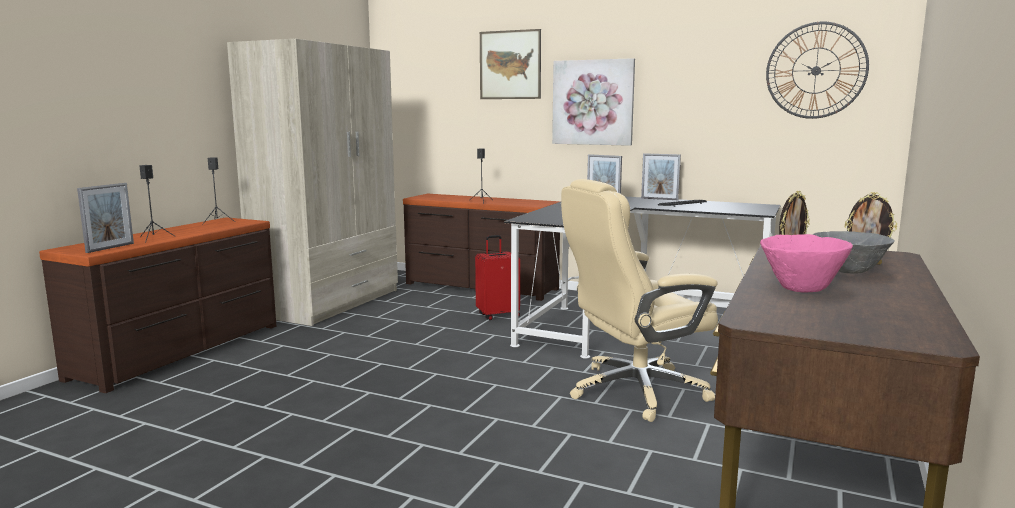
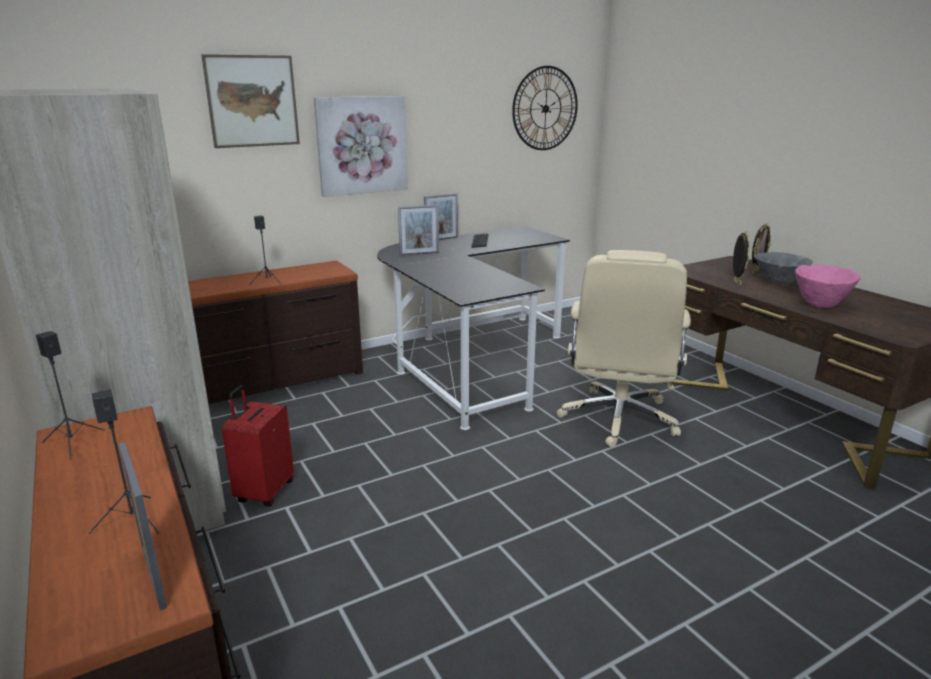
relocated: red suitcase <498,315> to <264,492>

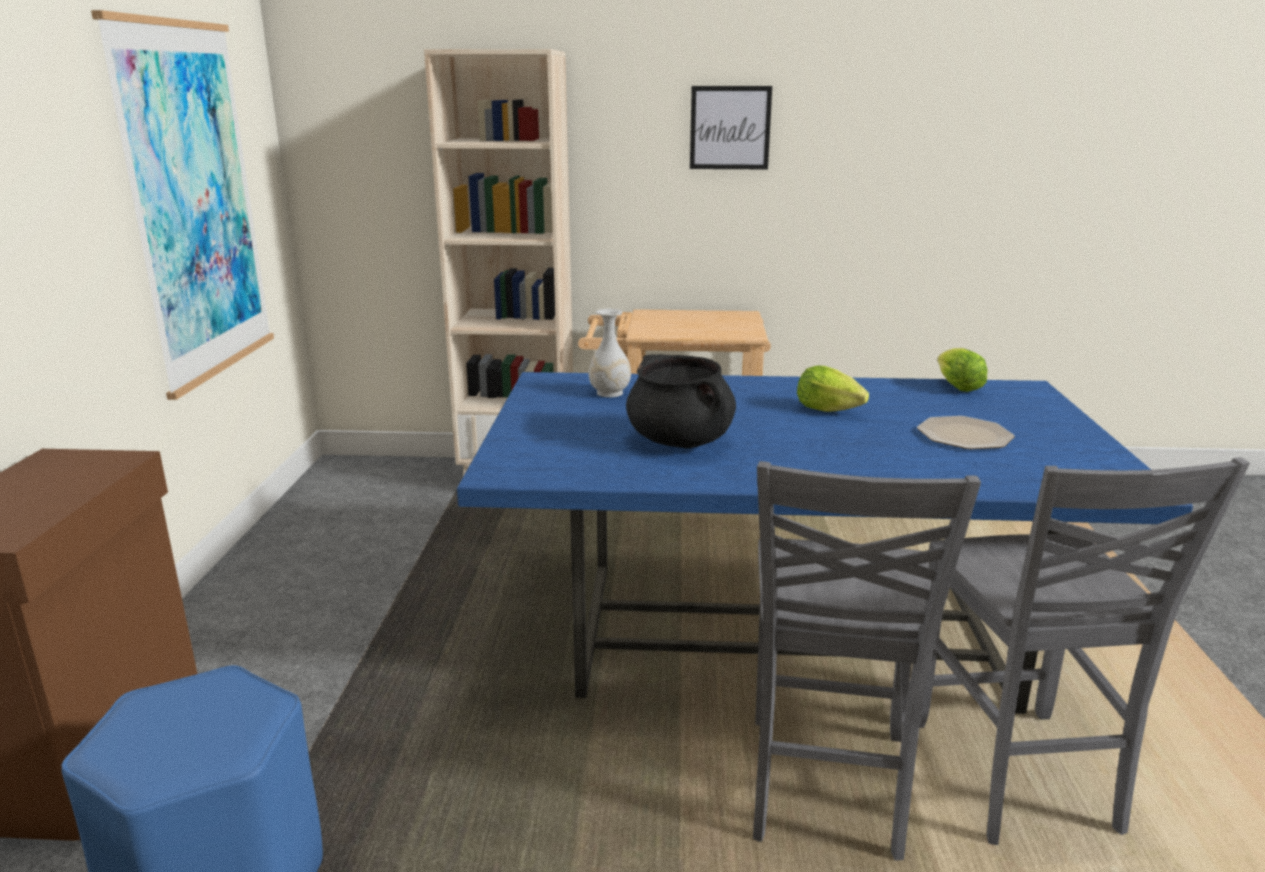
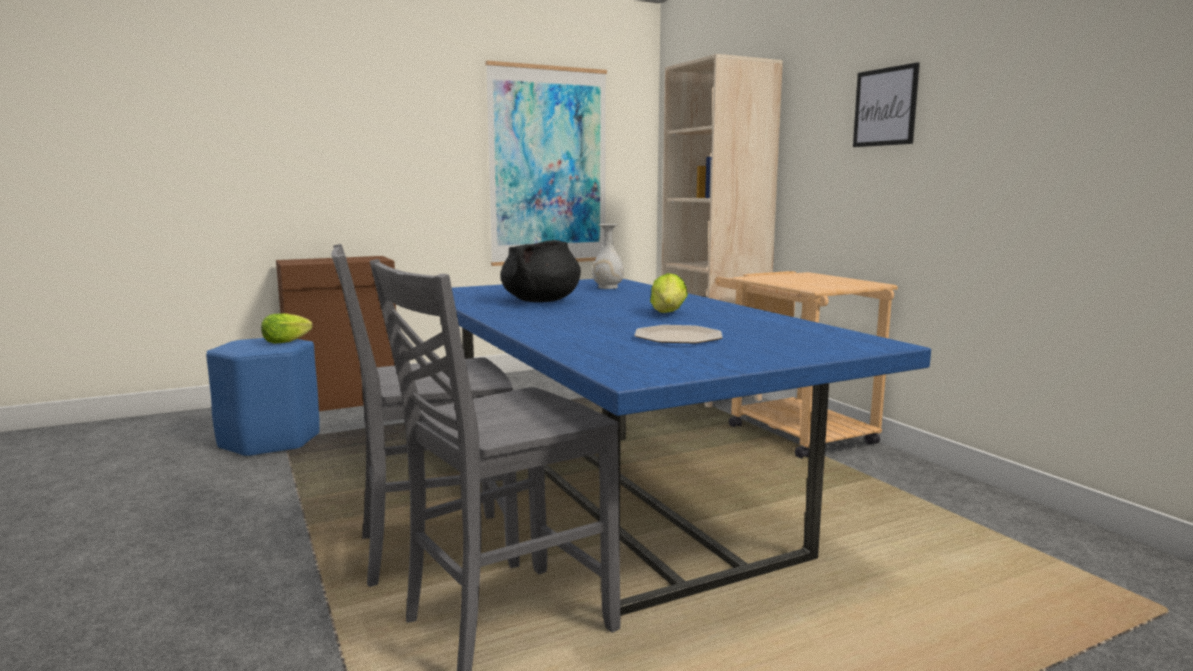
relocated: lettuce <957,387> to <285,342>

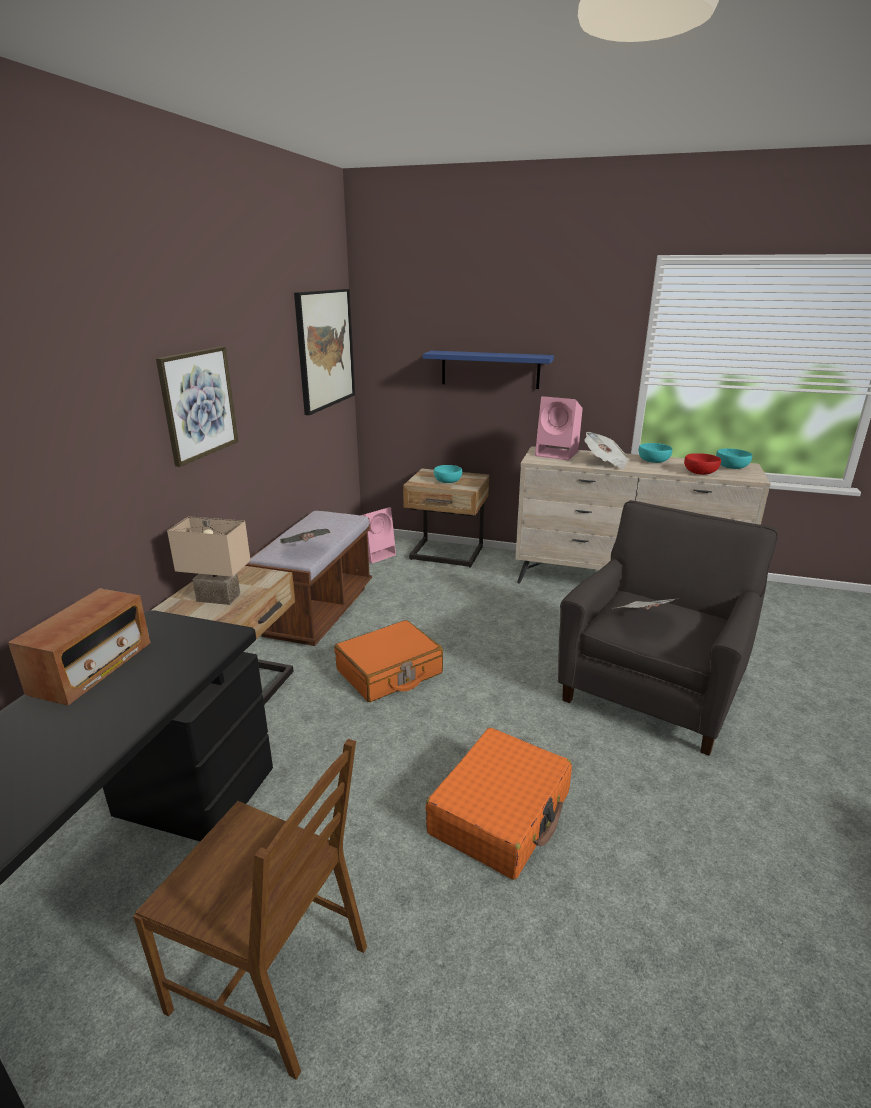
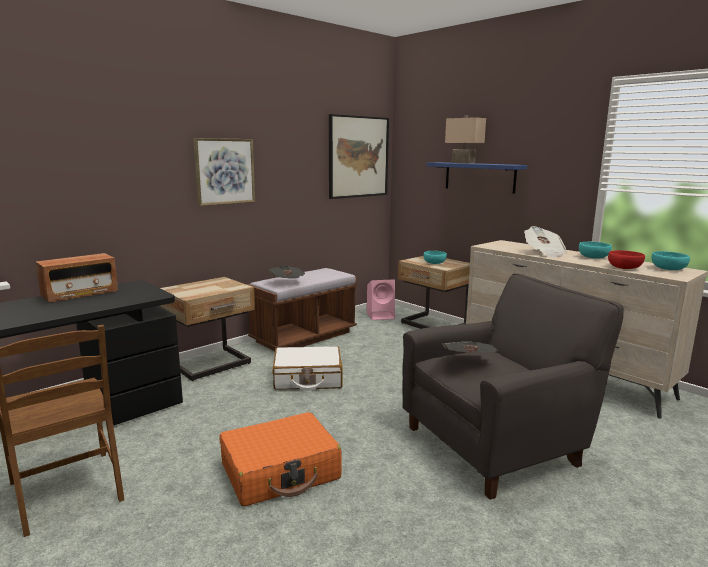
missing: pink speaker <558,454>
relocated: beige table lamp <217,598> to <462,163>
colour: orange suitcase <389,672> to white suitcase <307,378>

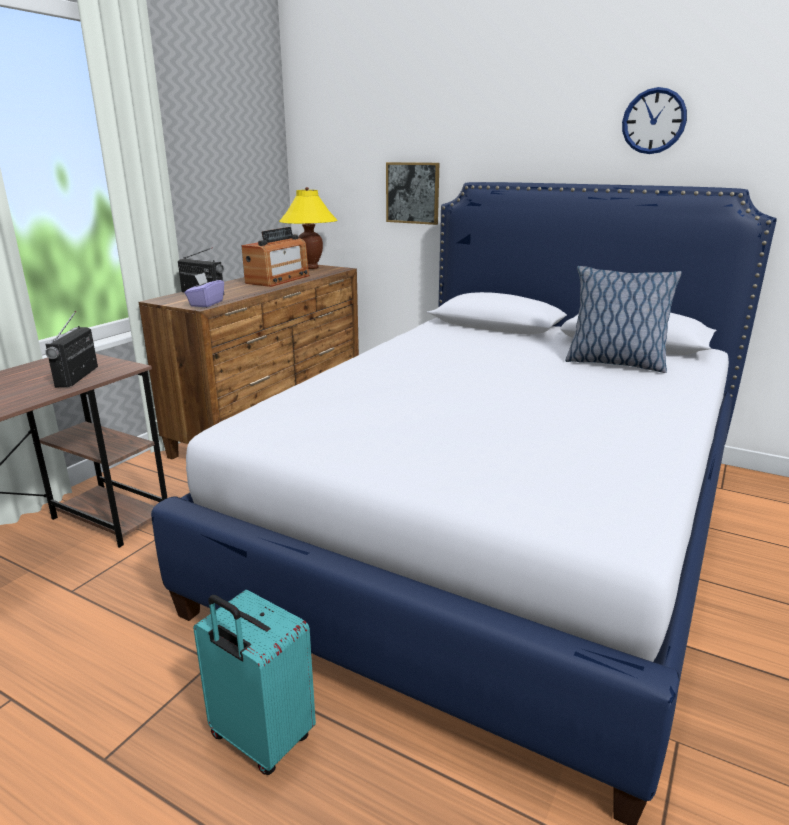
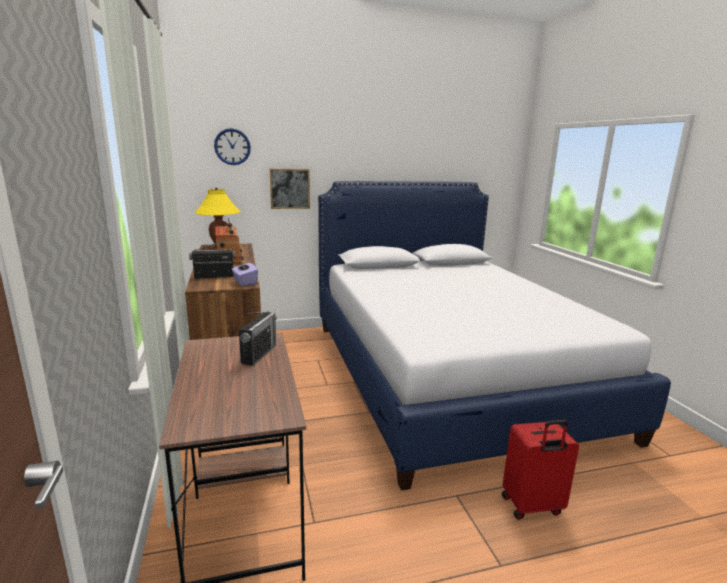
missing: pillow <614,363>
relocated: wall clock <654,121> to <232,146>
colour: turquoise suitcase <260,739> to red suitcase <532,506>
spun: radio <77,377> = <259,354> 120 degrees counterclockwise

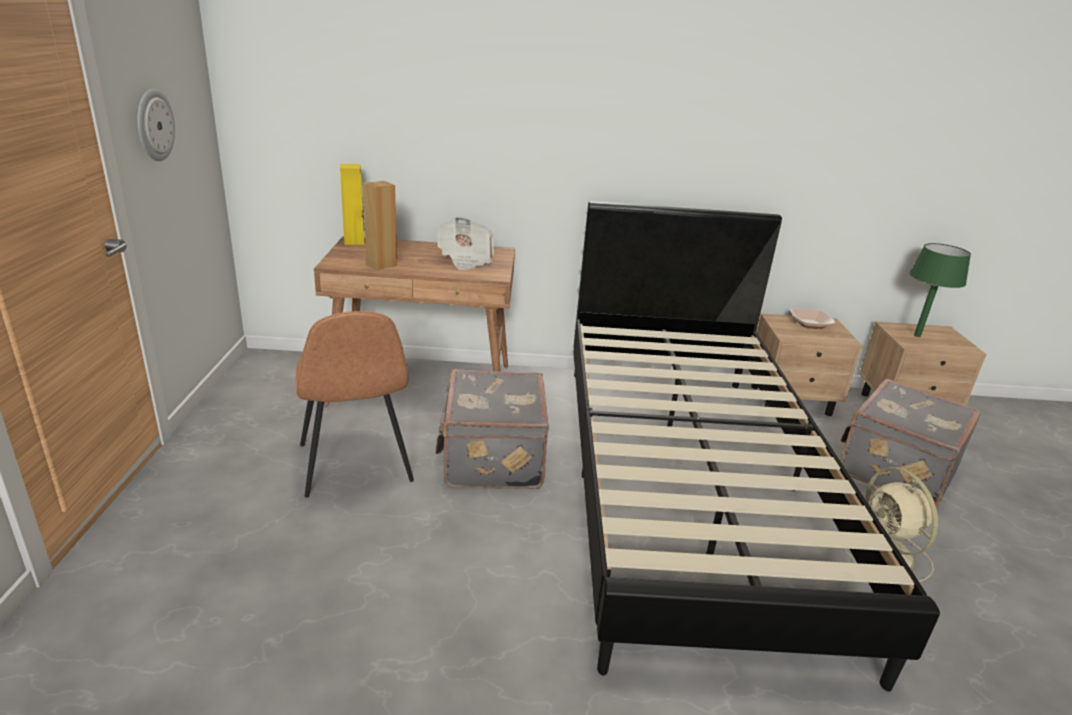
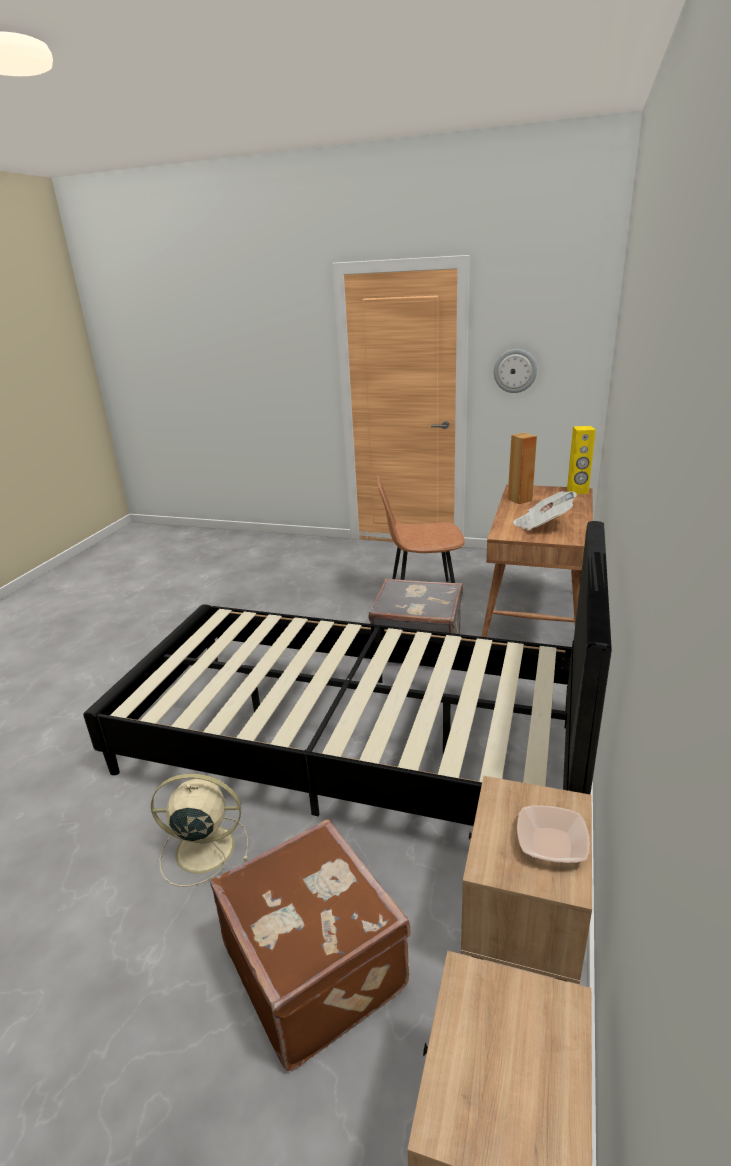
missing: green table lamp <917,335>
colour: grey suitcase <894,470> to brown suitcase <317,965>

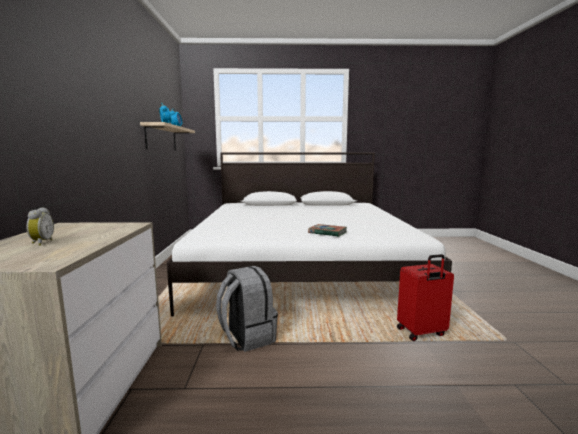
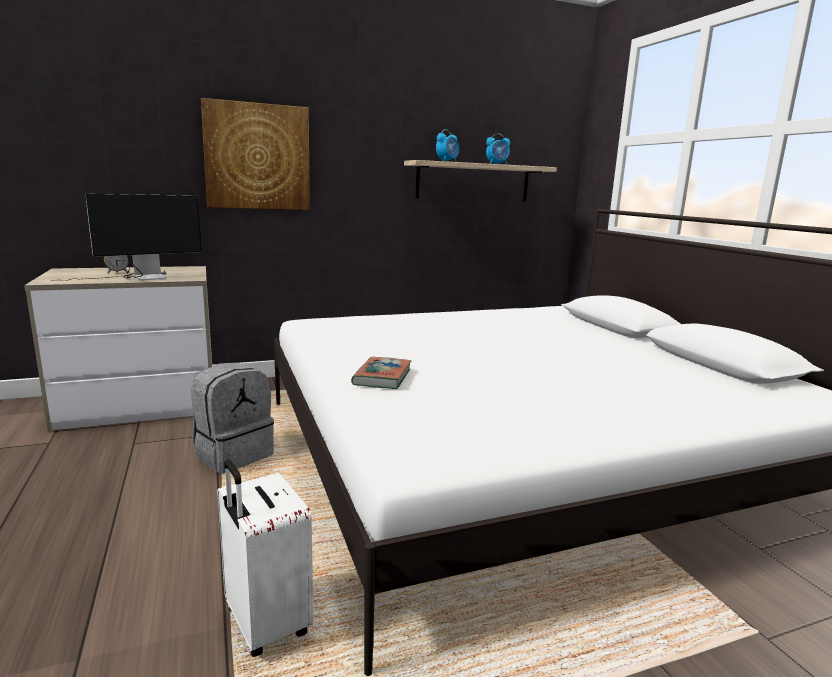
appeared: monitor <138,278>; picture <257,157>
colour: red suitcase <421,333> to white suitcase <264,624>

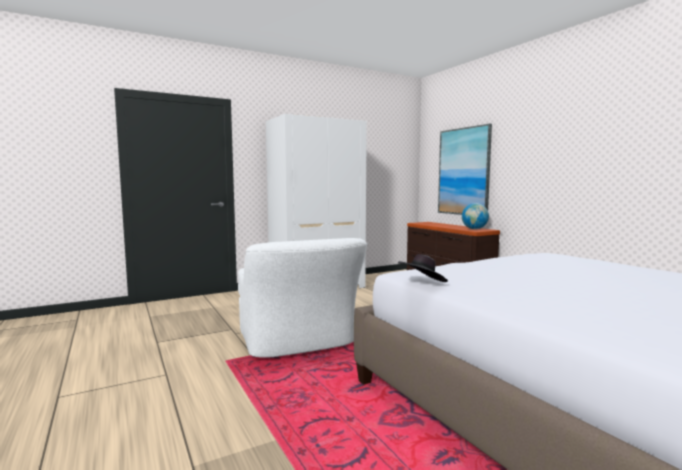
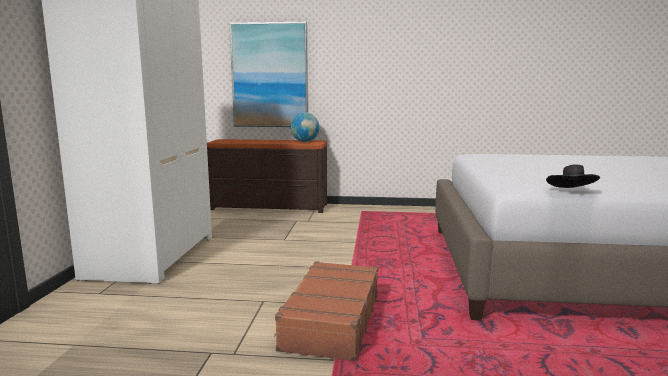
exchanged: white armchair <298,342> to brown suitcase <331,321>

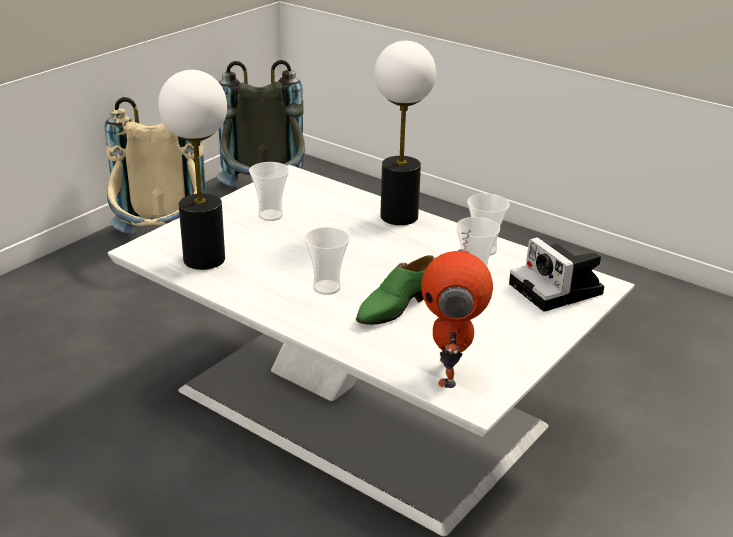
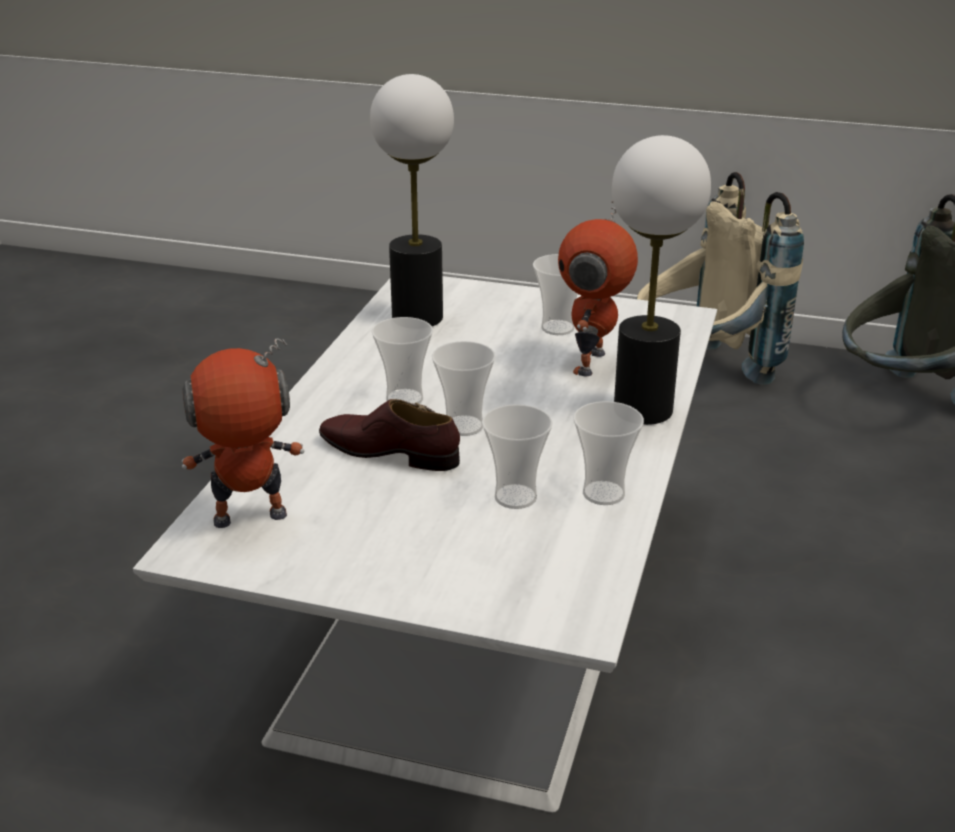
missing: photo camera <558,290>
appeared: cup <464,426>; toy robot <592,363>
colour: green shoe <395,306> to brown shoe <389,452>

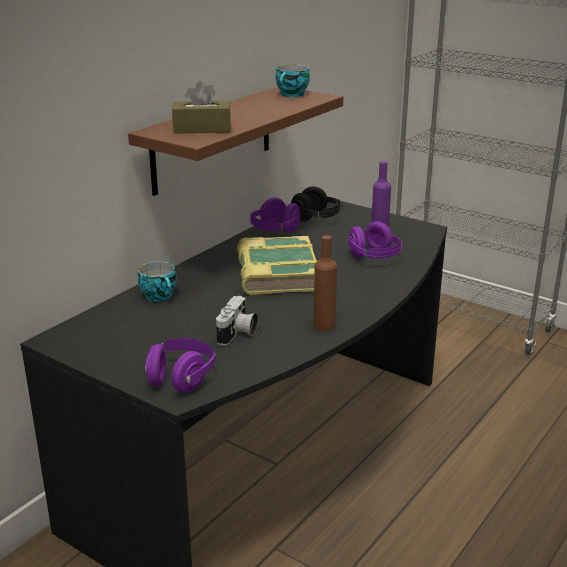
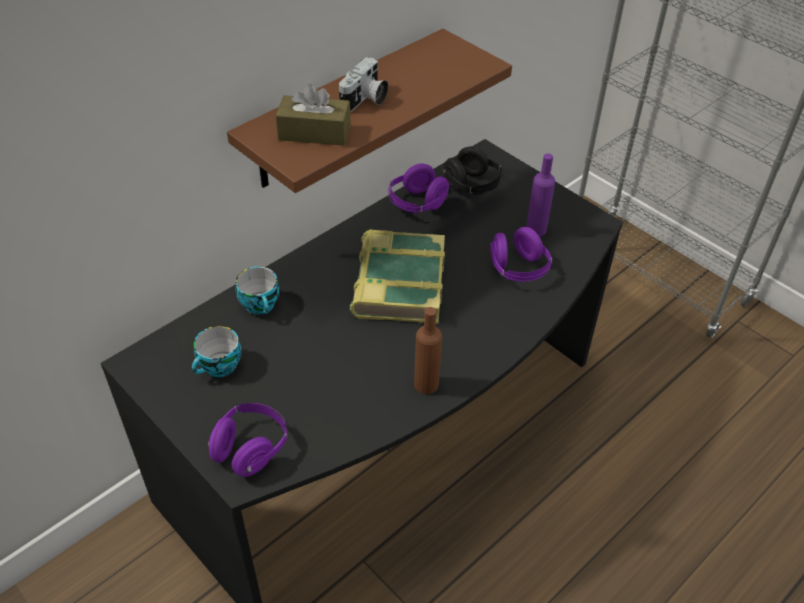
relocated: cup <292,95> to <219,367>; photo camera <238,334> to <365,100>

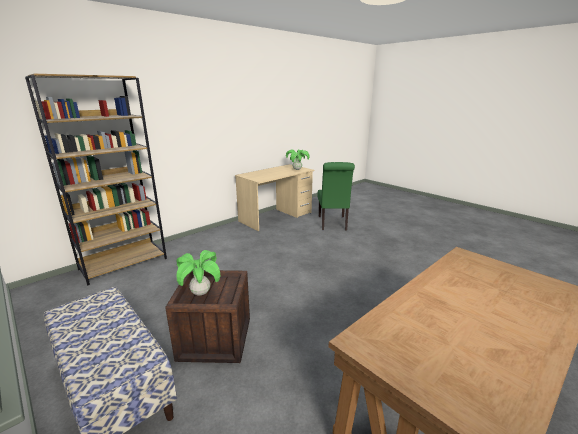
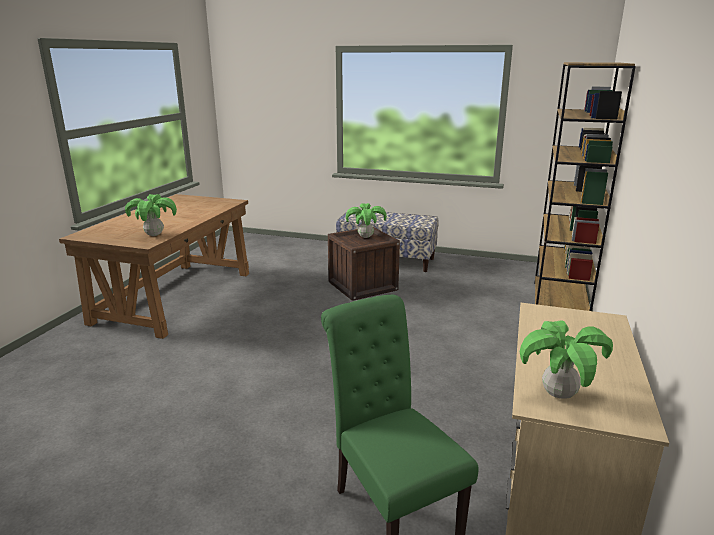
appeared: potted plant <154,235>

